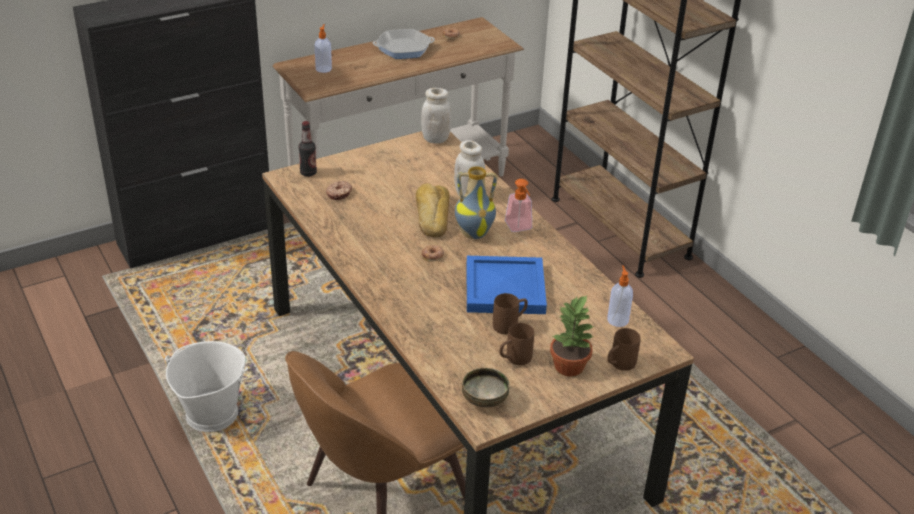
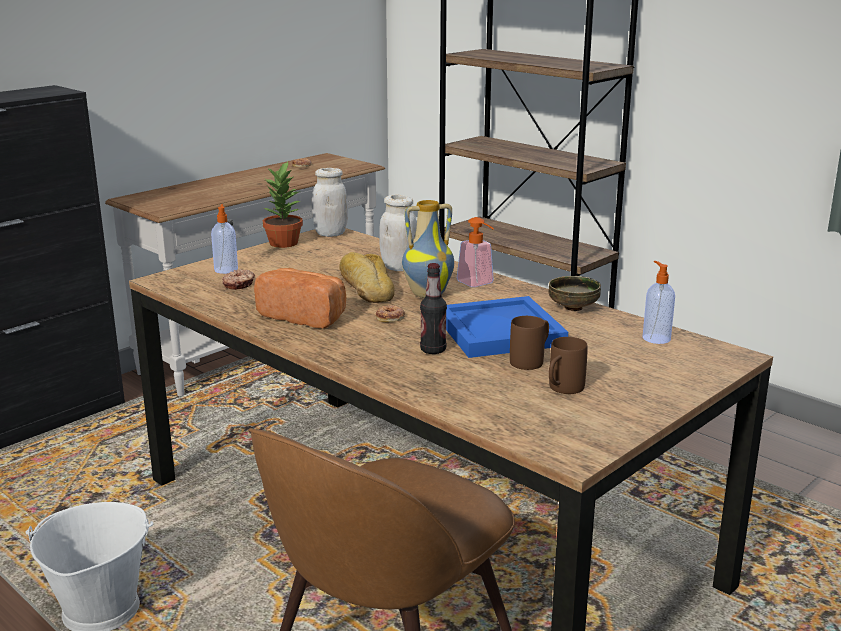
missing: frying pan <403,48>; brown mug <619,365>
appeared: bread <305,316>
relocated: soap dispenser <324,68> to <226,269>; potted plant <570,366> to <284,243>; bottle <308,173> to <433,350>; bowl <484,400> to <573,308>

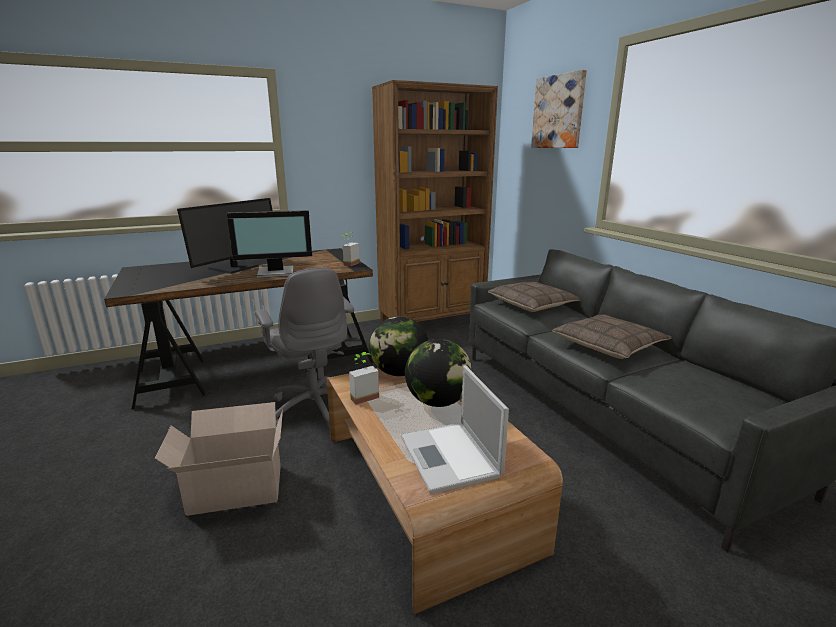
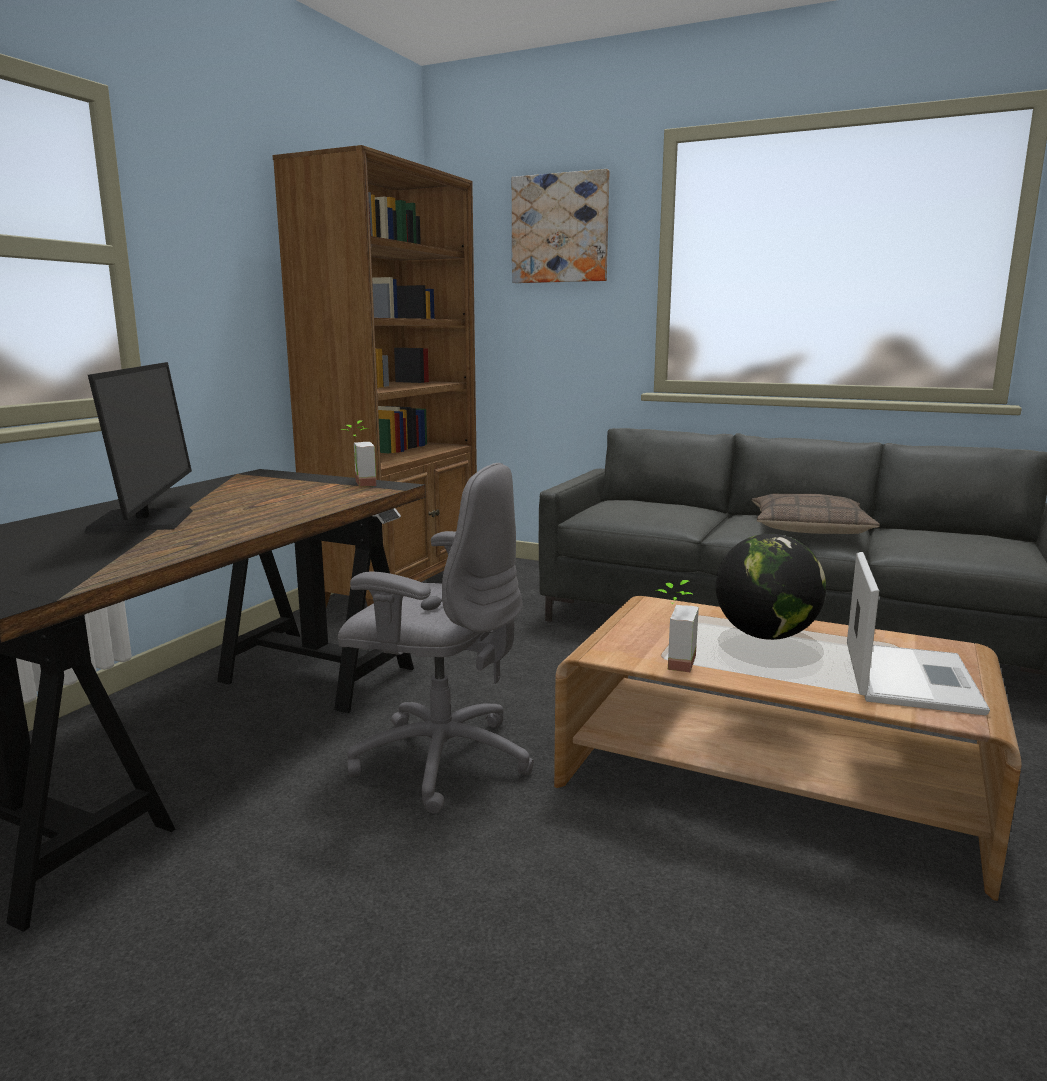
missing: cardboard box <233,489>; monitor <276,272>; globe <399,372>; pillow <533,304>
spun: laptop <450,457> = <908,677> 105 degrees counterclockwise

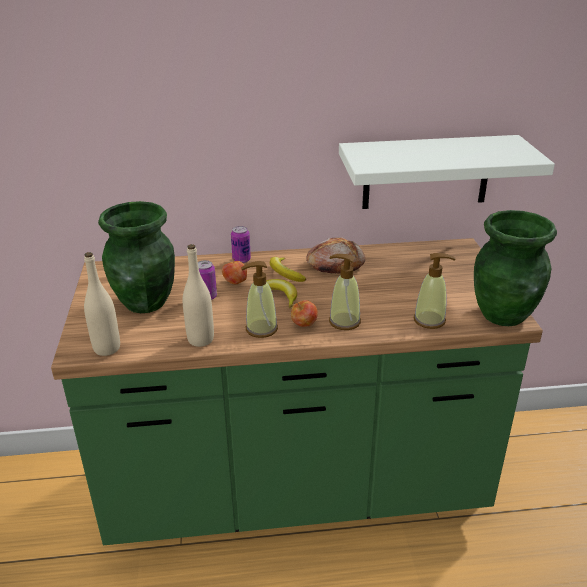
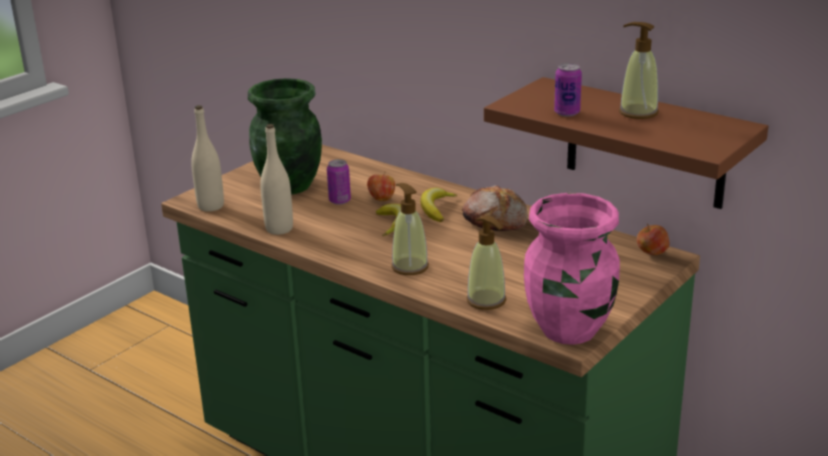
relocated: can <241,260> to <567,113>; soap dispenser <261,329> to <638,112>; apple <304,325> to <651,254>
colour: white shelf <426,172> to brown shelf <645,143>; green vase <504,314> to pink vase <570,330>

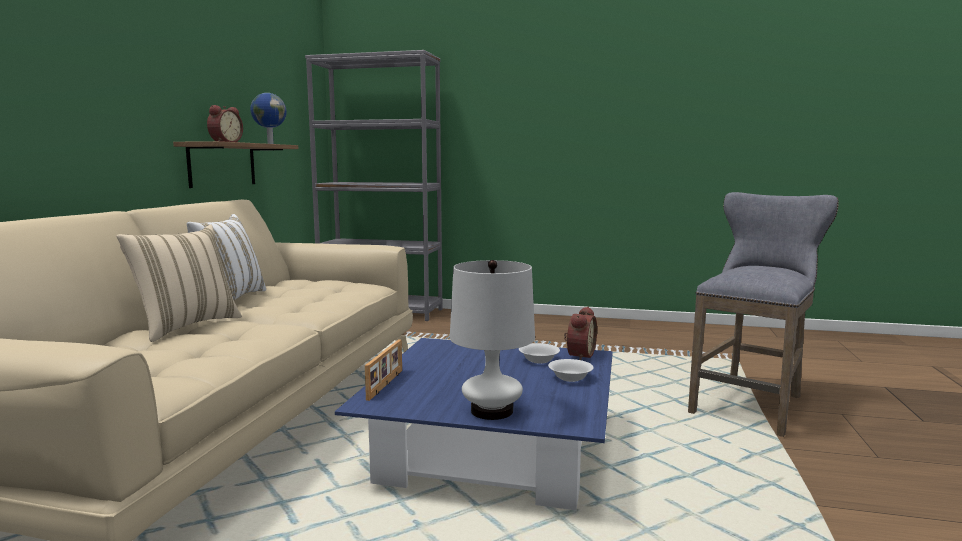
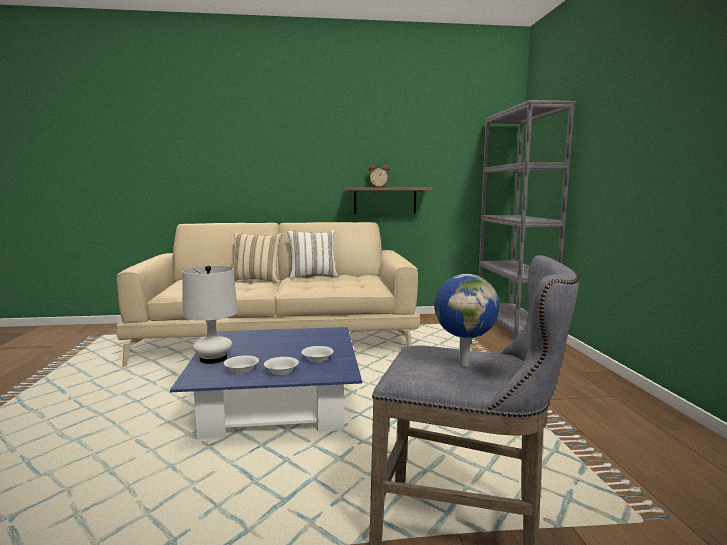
missing: picture frame <386,384>; alarm clock <578,355>
appeared: white bowl <242,370>
relocated: globe <270,144> to <464,364>

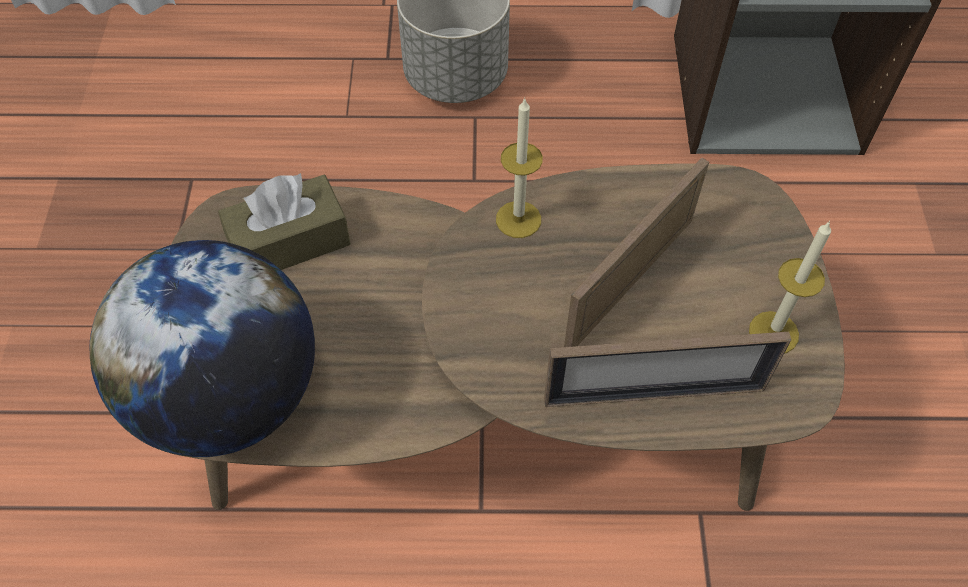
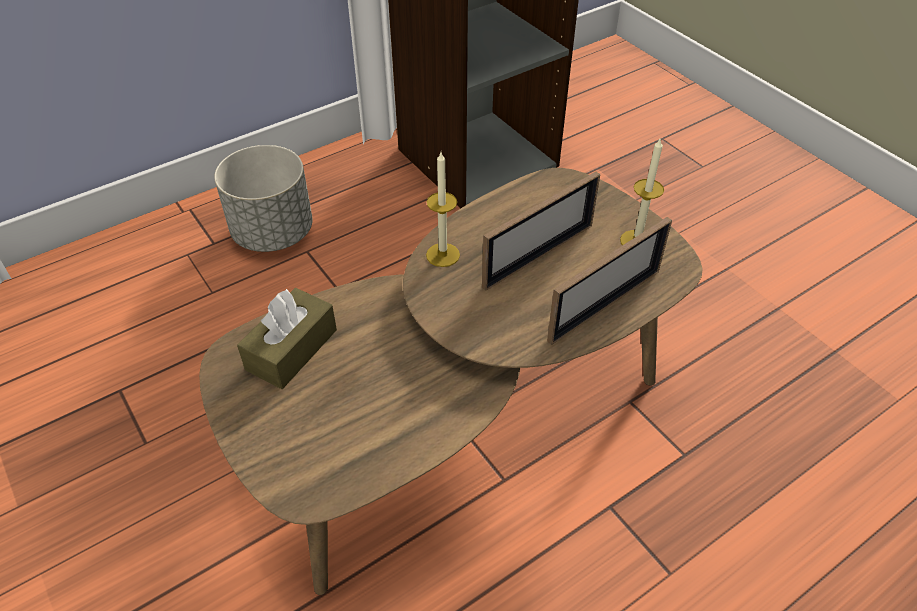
missing: globe <230,396>
spun: picture frame <630,282> = <538,255> 135 degrees counterclockwise

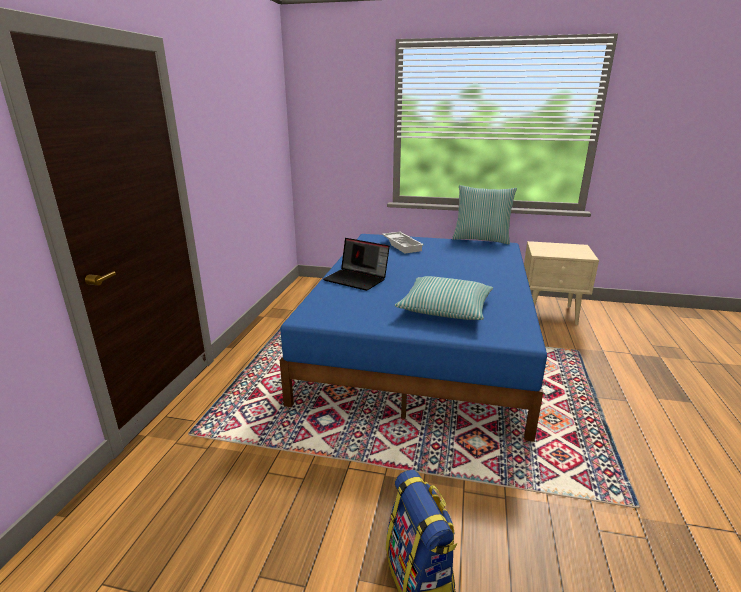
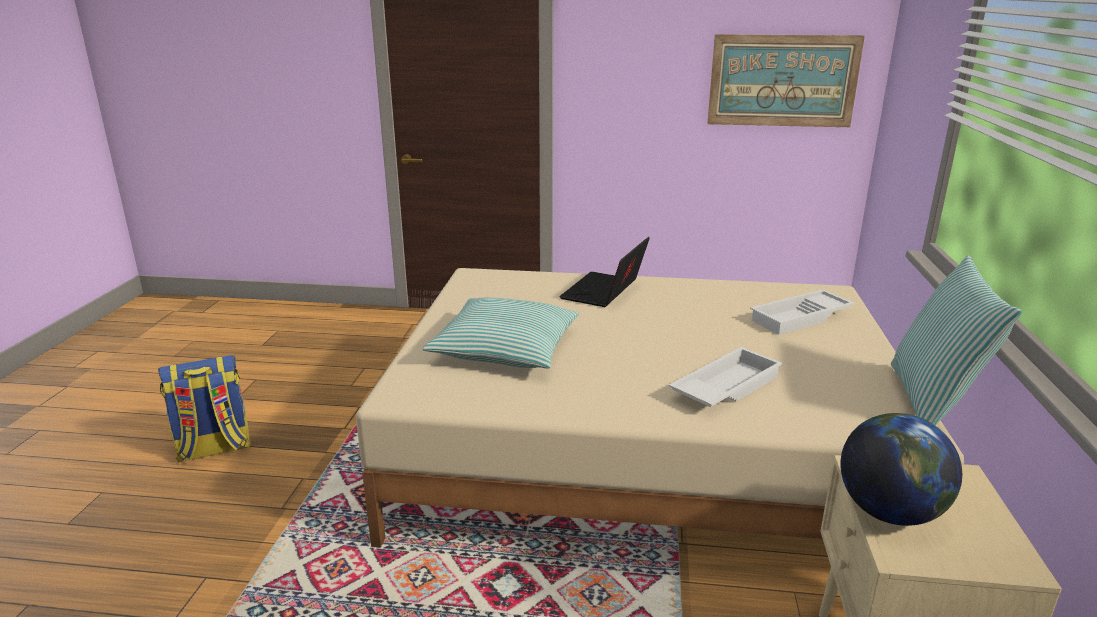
appeared: white tray <724,387>; picture <782,81>; globe <889,512>
colour: blue bed <422,343> to beige bed <642,454>

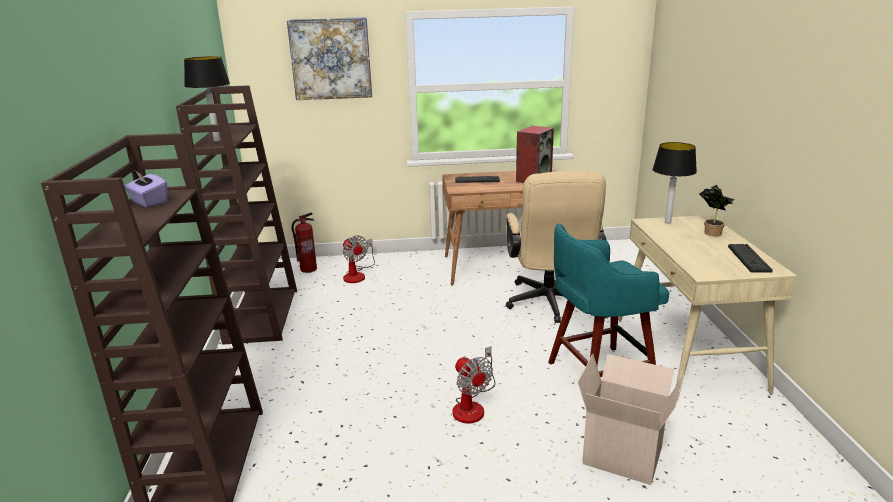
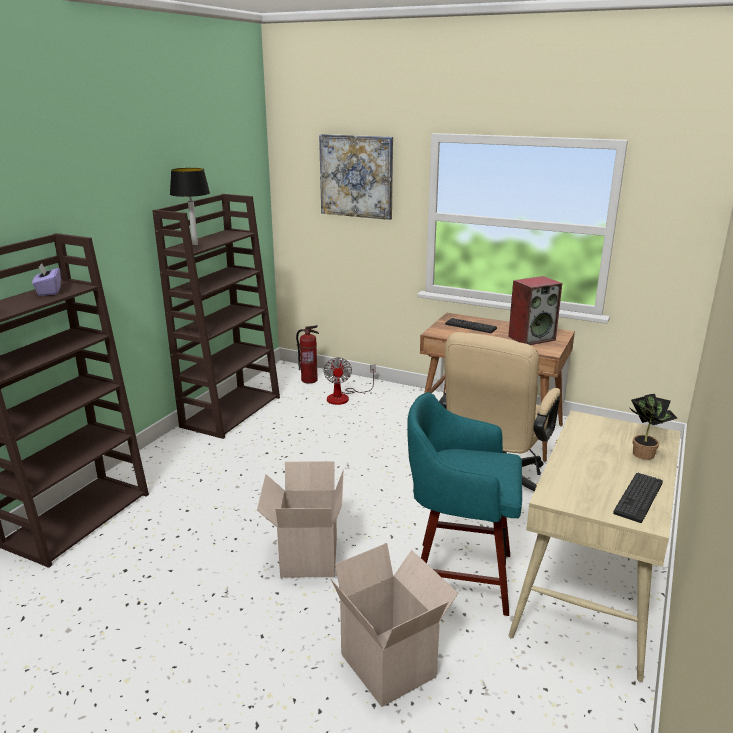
missing: table lamp <667,222>
exchanged: fan <472,405> to cardboard box <307,556>

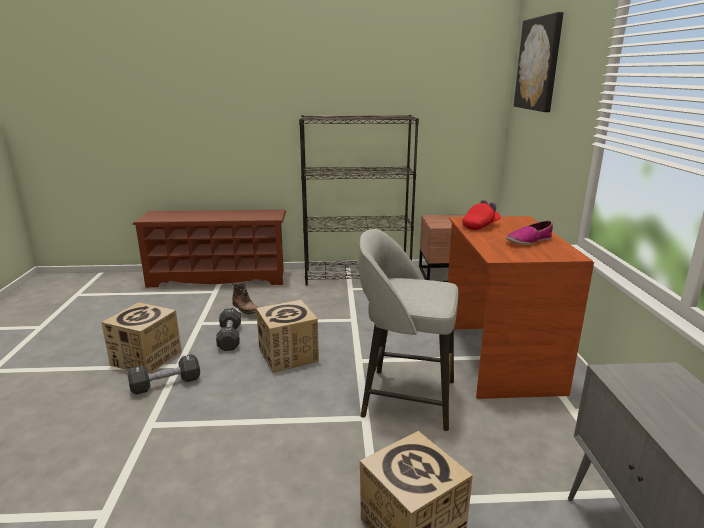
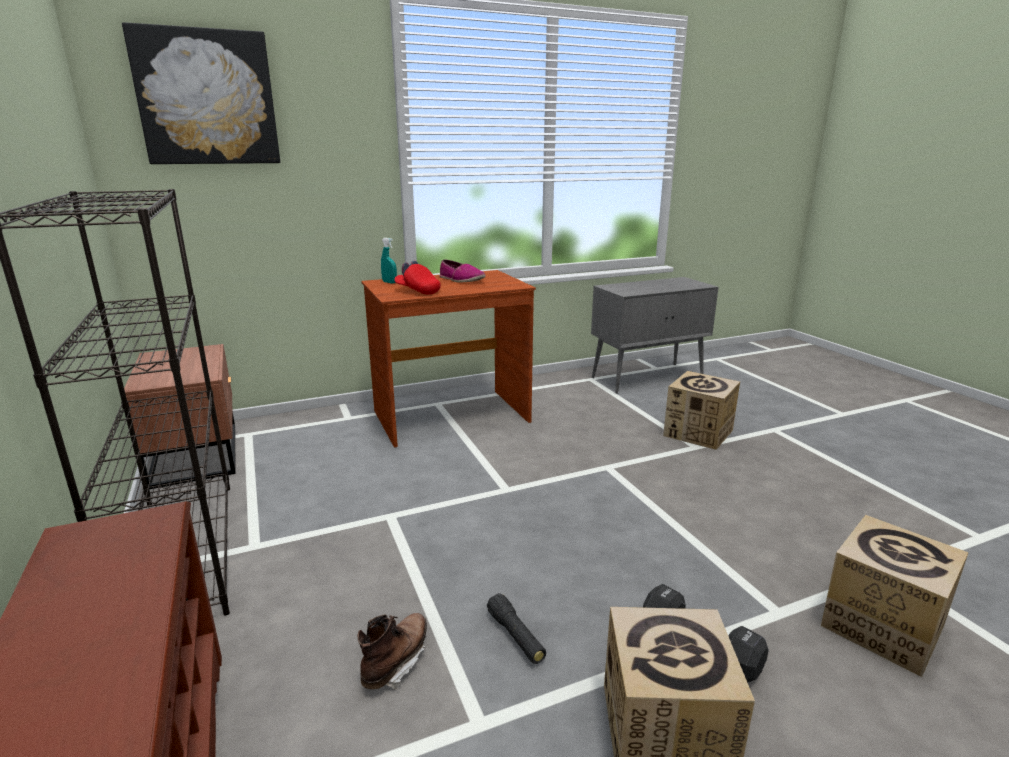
missing: grey stool <405,398>
appeared: turquoise spray bottle <389,282>
relocated: cardboard box <288,355> to <881,625>
exchanged: black dumbbell <230,338> to black flashlight <516,636>

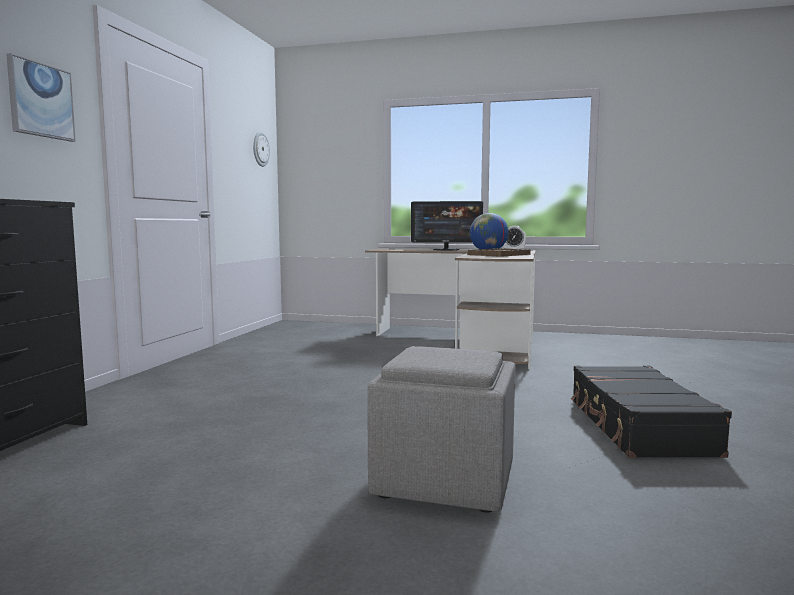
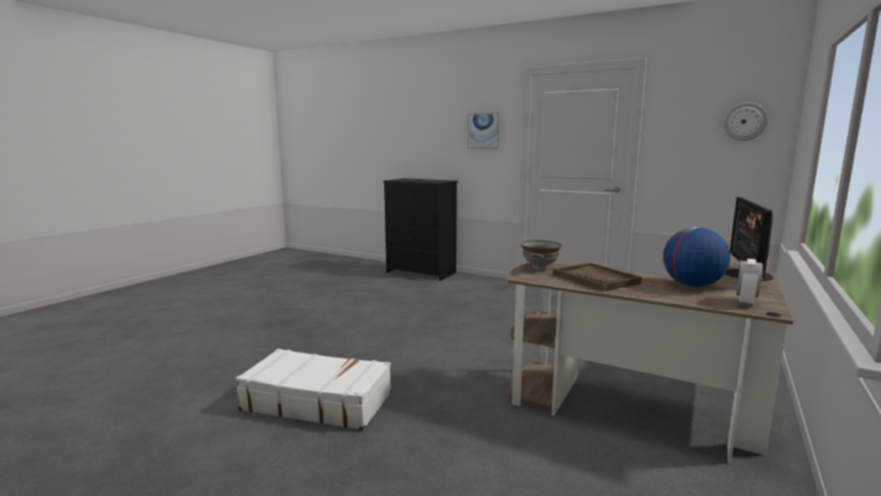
missing: grey ottoman <444,479>
appeared: grey bowl <539,268>
colour: black suitcase <638,427> to white suitcase <317,401>

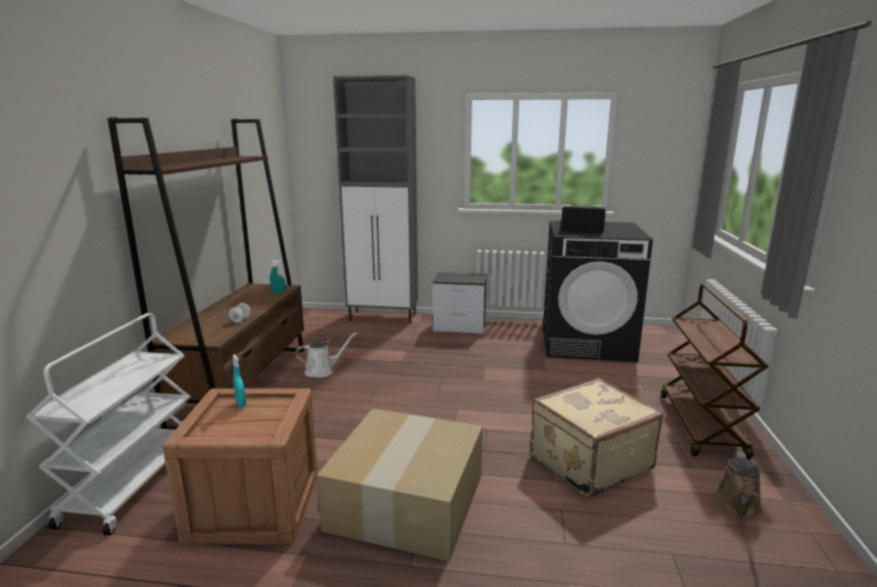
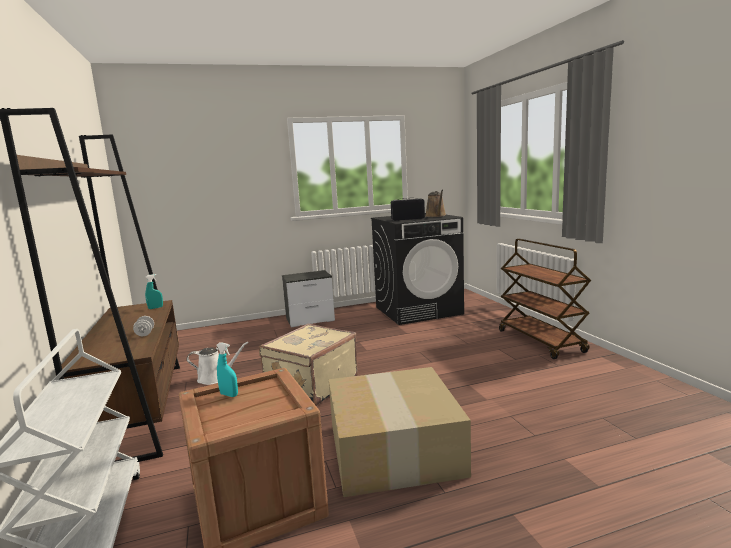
missing: grey cabinet <383,317>
relocated: beige suitcase <588,462> to <310,386>; brown watering can <738,507> to <436,216>
spun: white watering can <322,371> = <215,378> 45 degrees clockwise

